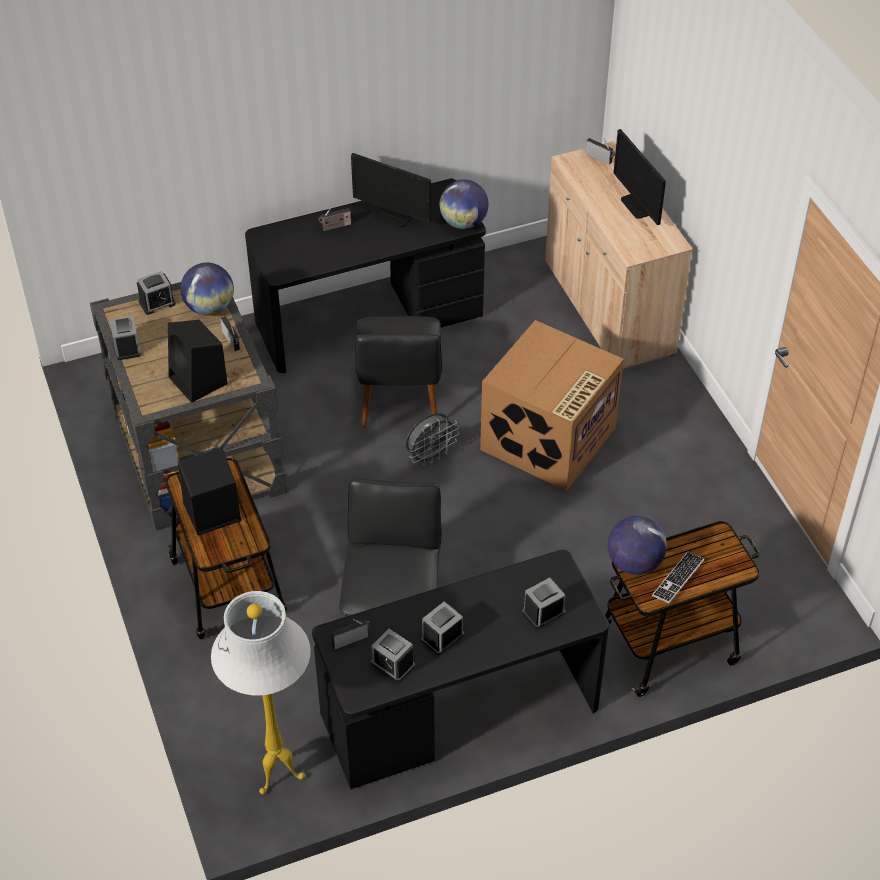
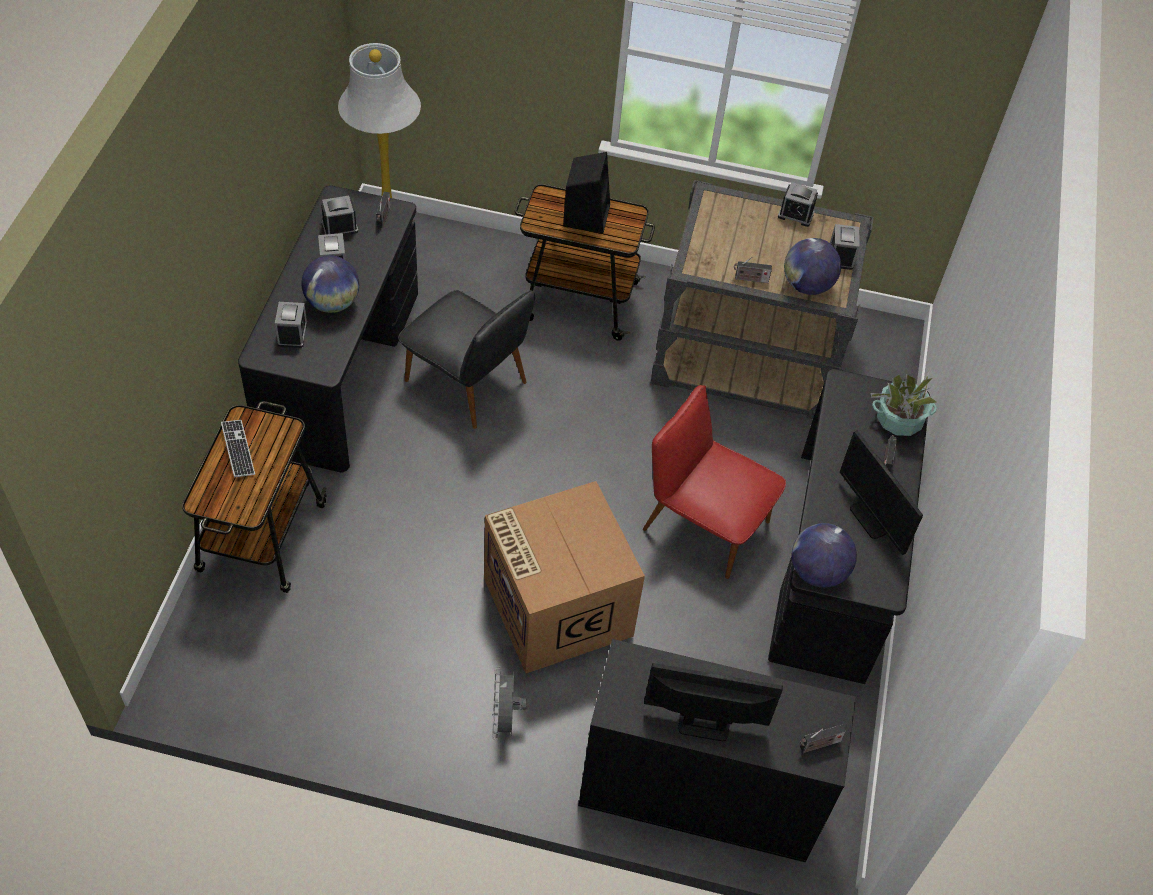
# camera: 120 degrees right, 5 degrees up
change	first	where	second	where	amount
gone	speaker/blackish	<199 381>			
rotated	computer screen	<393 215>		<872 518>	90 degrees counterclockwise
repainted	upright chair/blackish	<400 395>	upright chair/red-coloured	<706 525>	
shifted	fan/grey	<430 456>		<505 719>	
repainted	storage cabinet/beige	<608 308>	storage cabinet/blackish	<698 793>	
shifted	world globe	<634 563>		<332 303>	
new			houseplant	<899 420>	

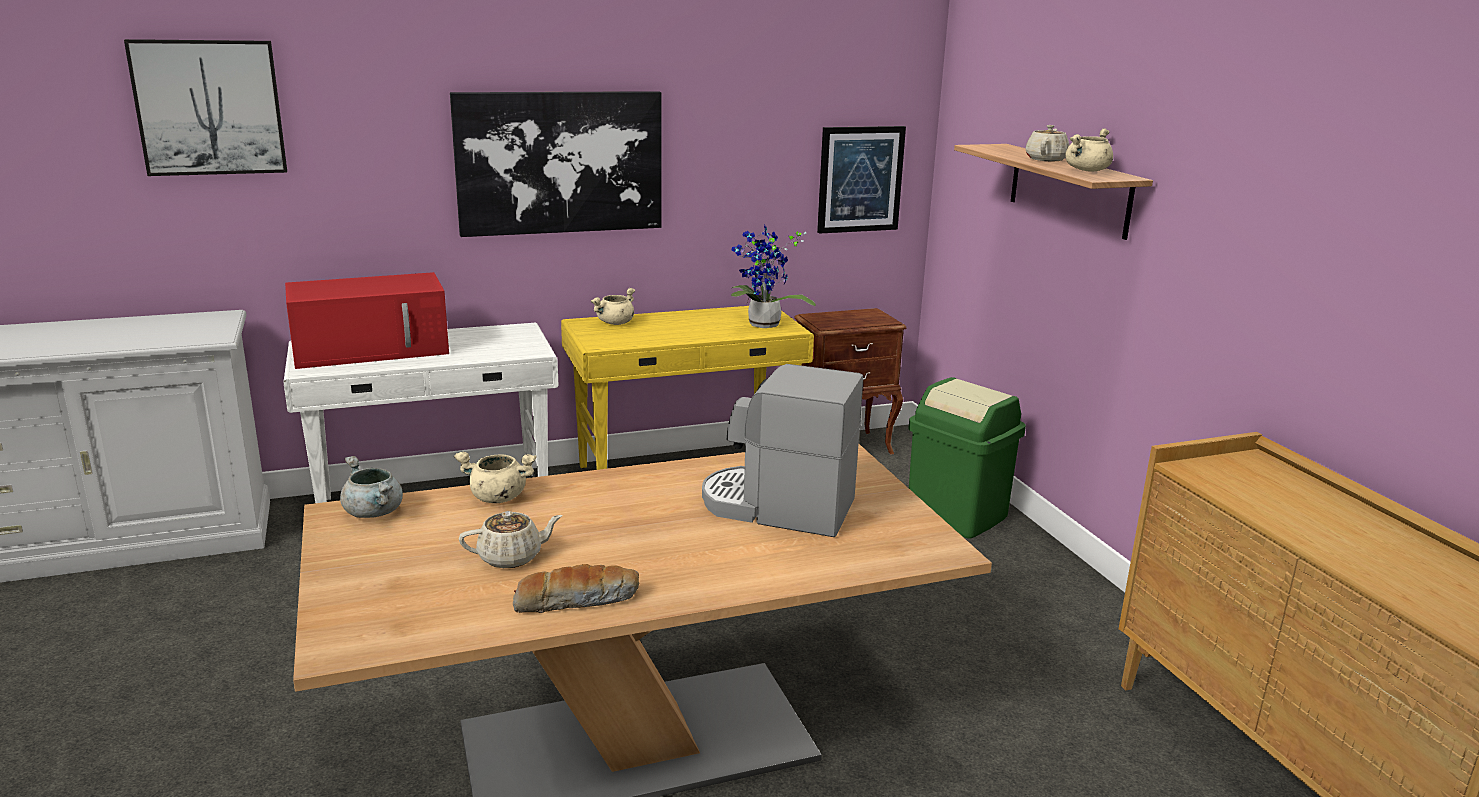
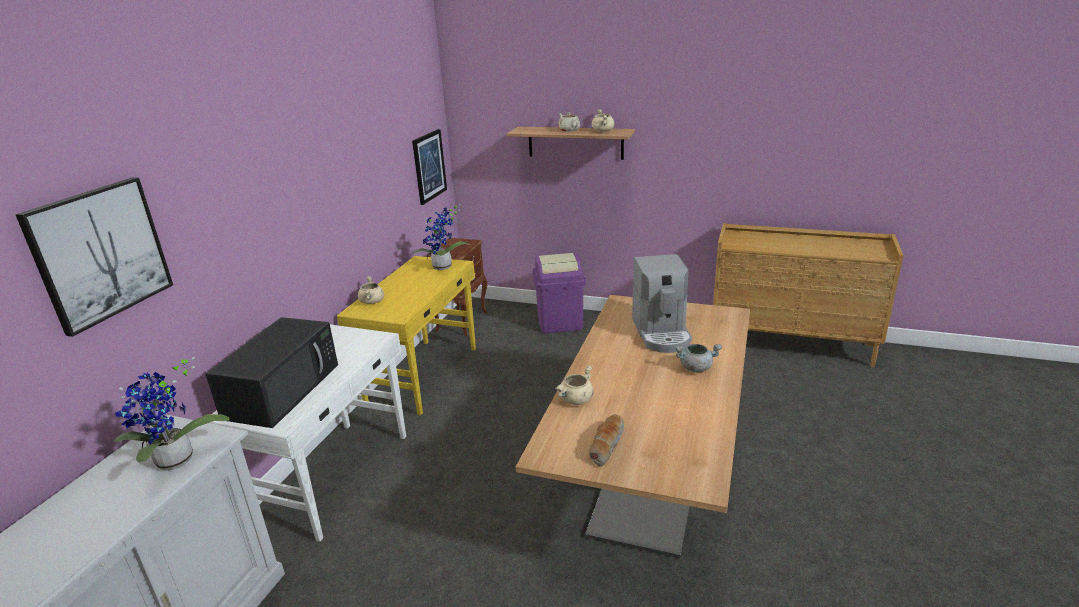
# camera: 50 degrees left, 5 degrees up
change	first	where	second	where	amount
repainted	microwave oven/red-coloured	<373 349>	microwave oven/blackish	<283 389>	
shifted	saucepot/grey	<375 513>		<696 368>	
gone	wall picture	<560 162>			
gone	pot for tea/beige	<511 557>			
shifted	bread	<577 600>		<606 444>	
rotated	coffee brewer	<777 507>		<661 333>	60 degrees counterclockwise
repainted	trash can/green-coloured	<957 515>	trash can/purplish	<560 323>	
new			houseplant	<176 463>	

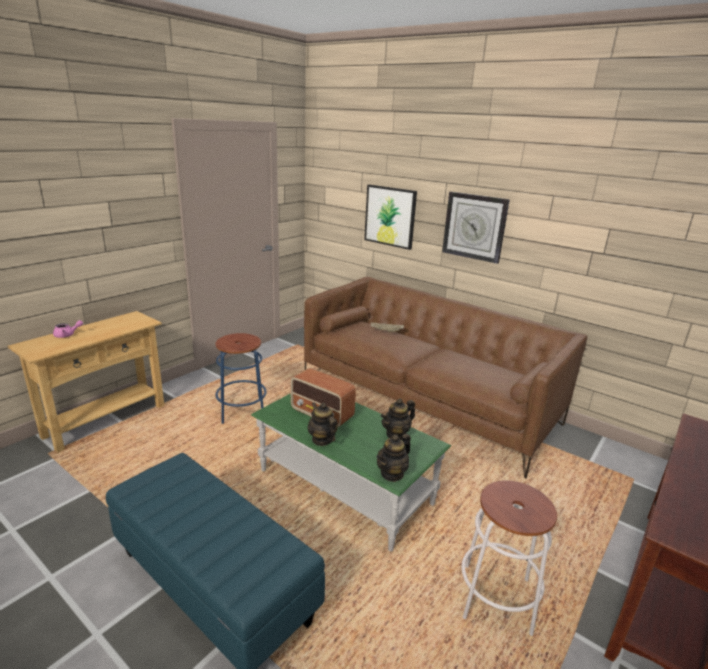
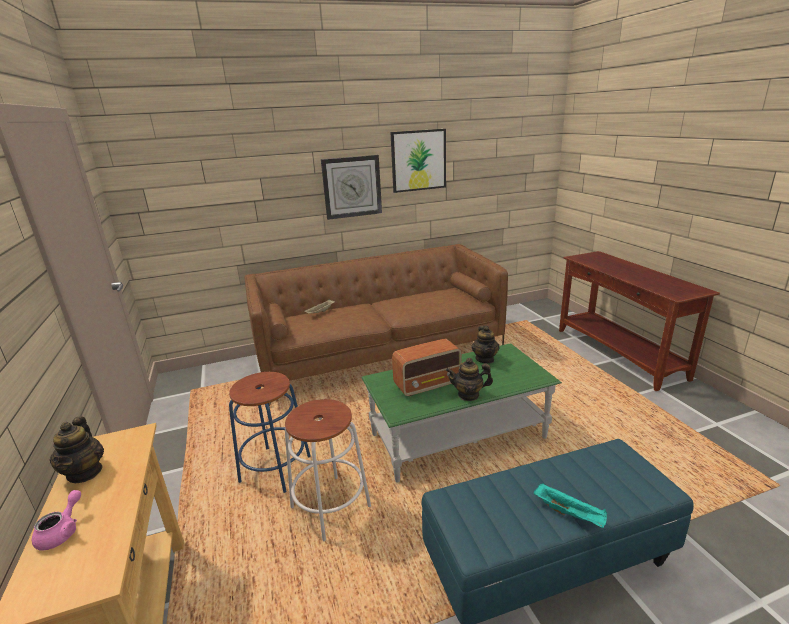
# camera: 55 degrees left, 0 degrees up
change	first	where	second	where	amount
shifted	wall picture	<390 216>		<418 160>	
shifted	pot for tea	<392 474>		<85 472>	
shifted	stool seat/white-coloured	<496 599>		<330 507>	
new			tray/blue-green	<569 513>	

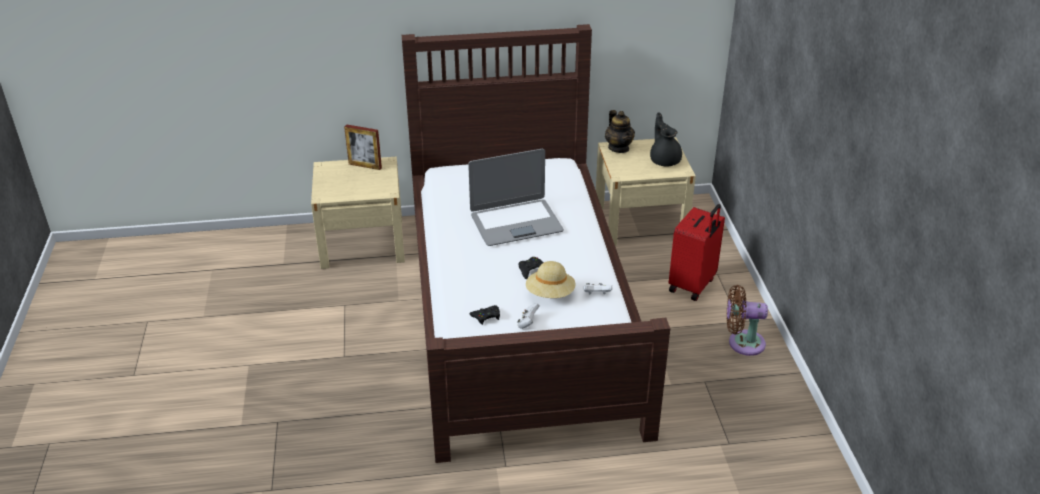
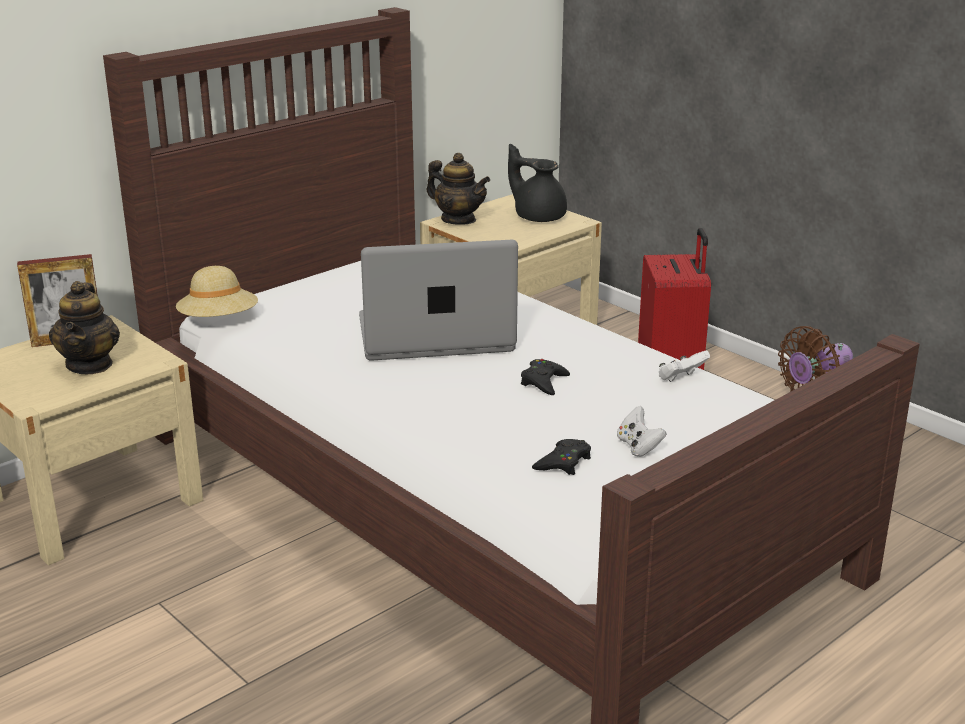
# camera: 35 degrees left, 10 degrees down
change	first	where	second	where	amount
rotated	portable computer	<516 223>		<435 336>	135 degrees counterclockwise
shifted	wearable hat/beige	<550 294>		<219 321>	
new			pot for tea	<90 365>	

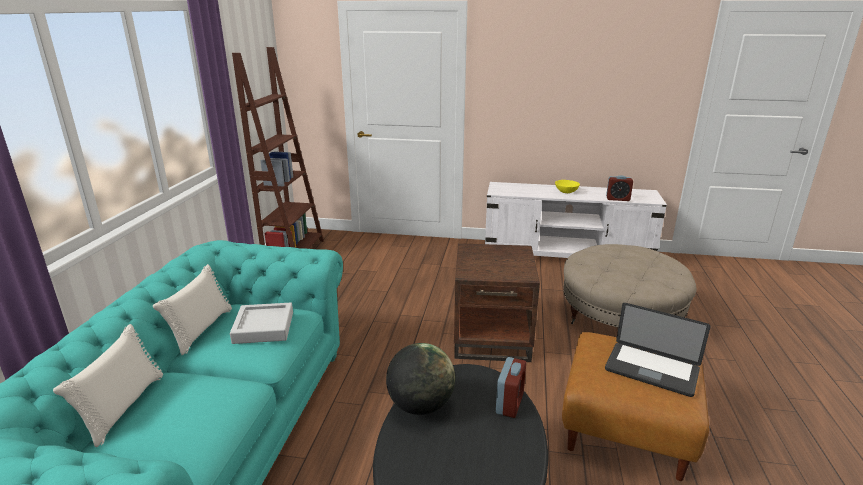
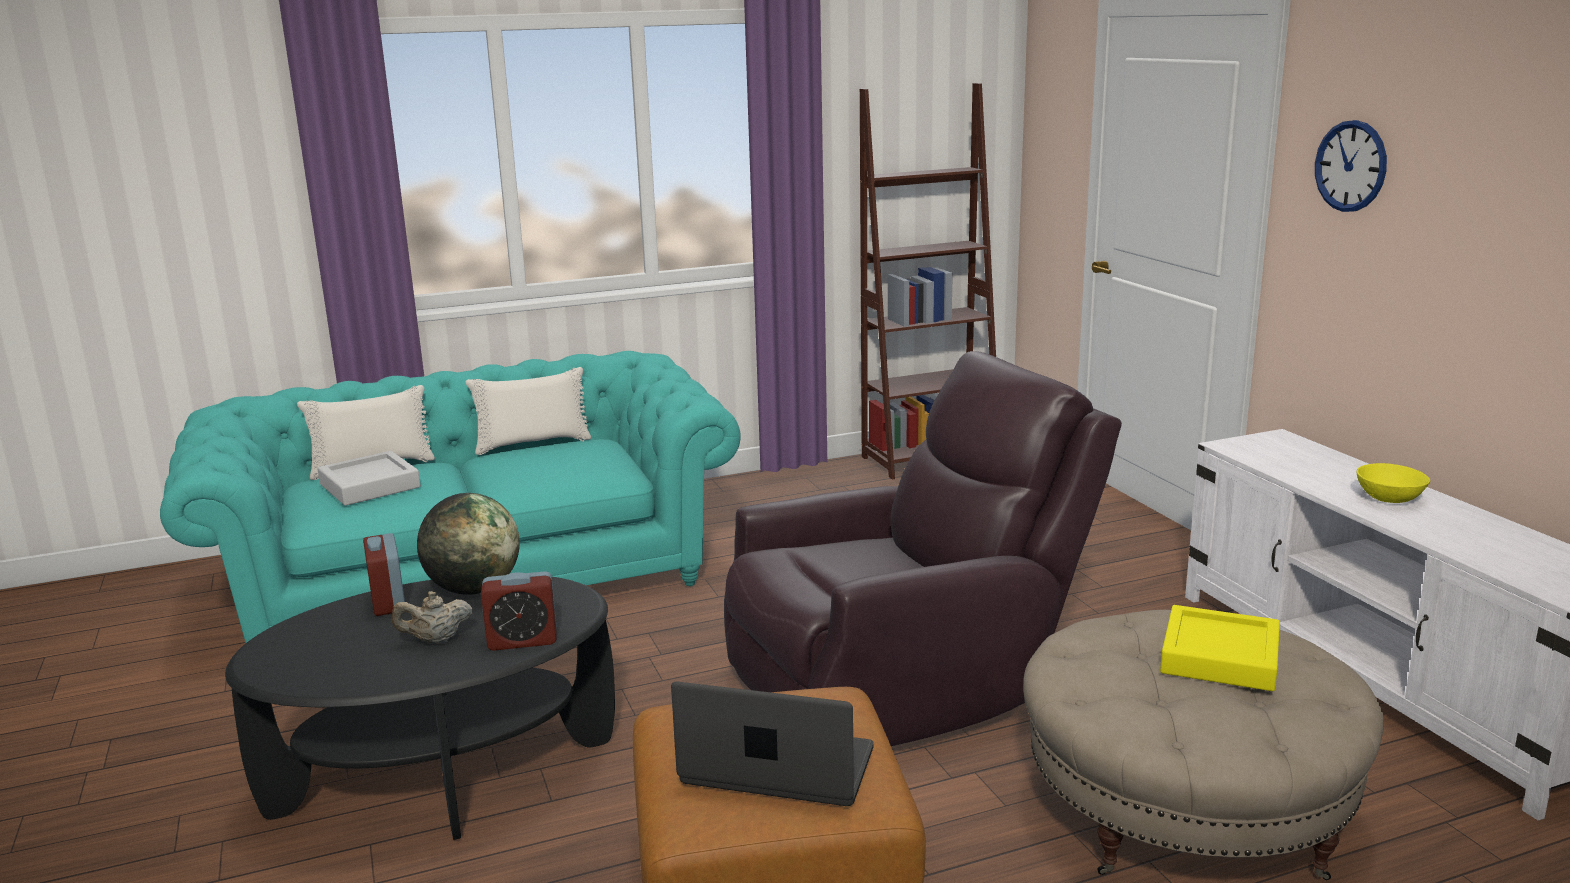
# camera: 60 degrees right, 5 degrees down
change	first	where	second	where	amount
shifted	tray/grey	<263 327>		<370 486>	
swapped	accent table/brownish	<492 337>	lounge chair/brownish	<906 684>	
rotated	portable computer	<651 370>		<777 767>	105 degrees clockwise
shifted	alarm clock	<617 199>		<388 602>	
new			pot for tea/beige	<436 640>	
new			tray/yellow-coloured	<1219 657>	
new			wall clock	<1350 166>	

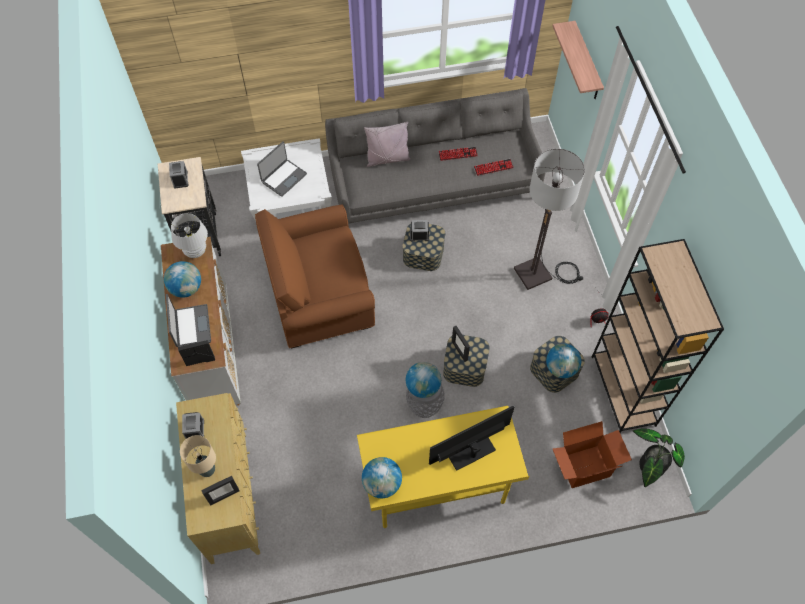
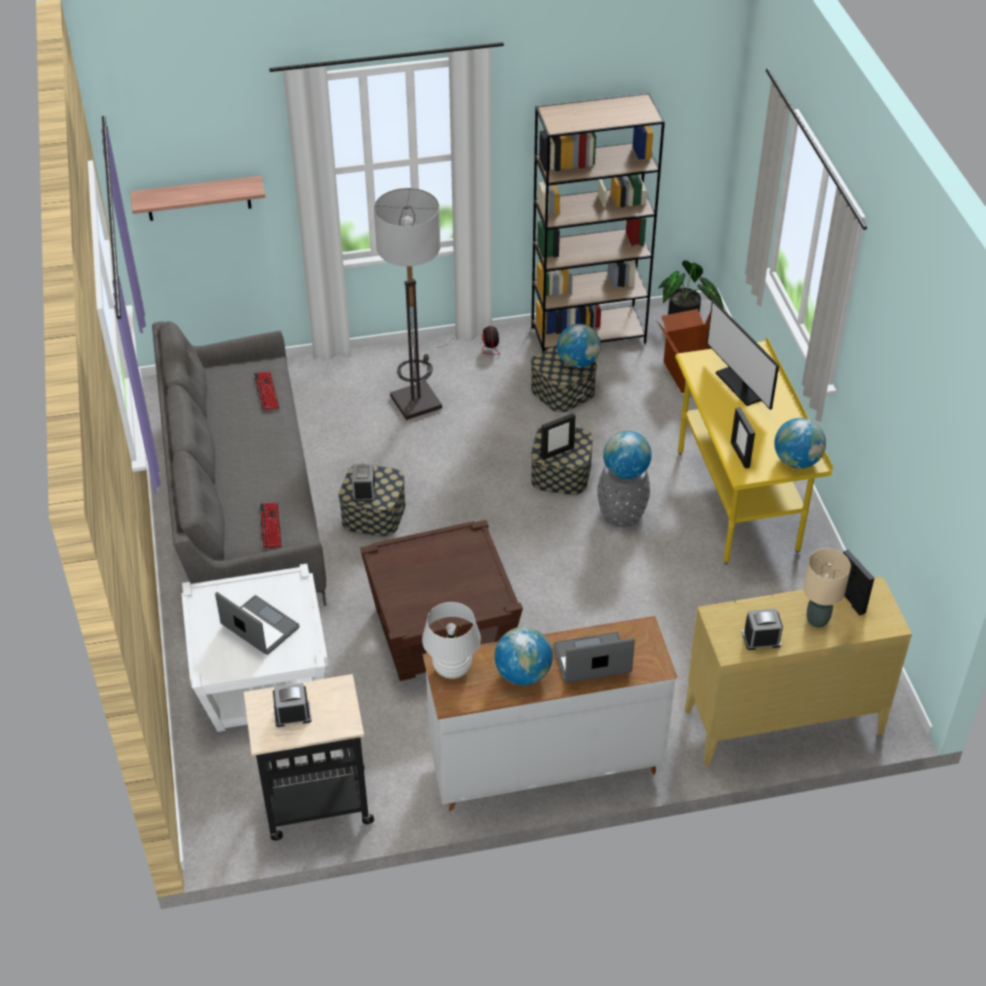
# camera: 90 degrees left, 15 degrees down
change	first	where	second	where	amount
shifted	standing frame	<200 361>		<741 454>	
swapped	lounge chair/brownish	<319 294>	accent table/brownish	<442 632>	
gone	throw pillow/purplish	<387 159>			
shifted	computer keyboard	<457 154>		<270 526>	

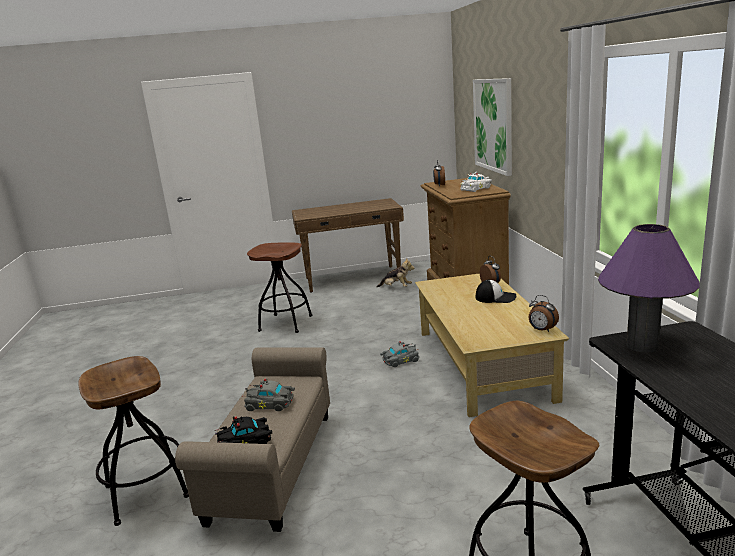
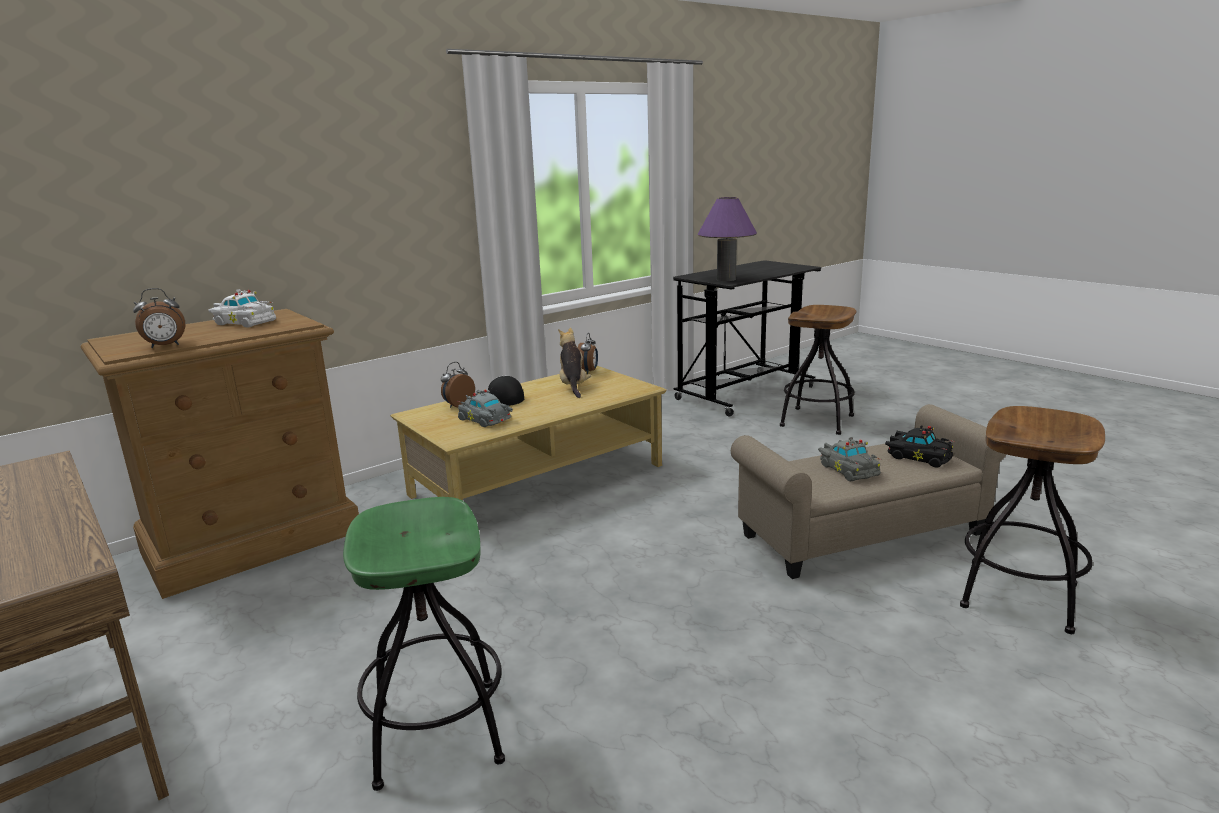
# camera: 120 degrees left, 0 degrees up
change	first	where	second	where	amount
repainted	stool seat/brownish	<286 323>	stool seat/green-coloured	<437 730>	
shifted	soft toy	<396 287>		<573 386>	
shifted	miniature car/grey	<399 360>		<485 420>	
gone	wall picture	<493 125>			

